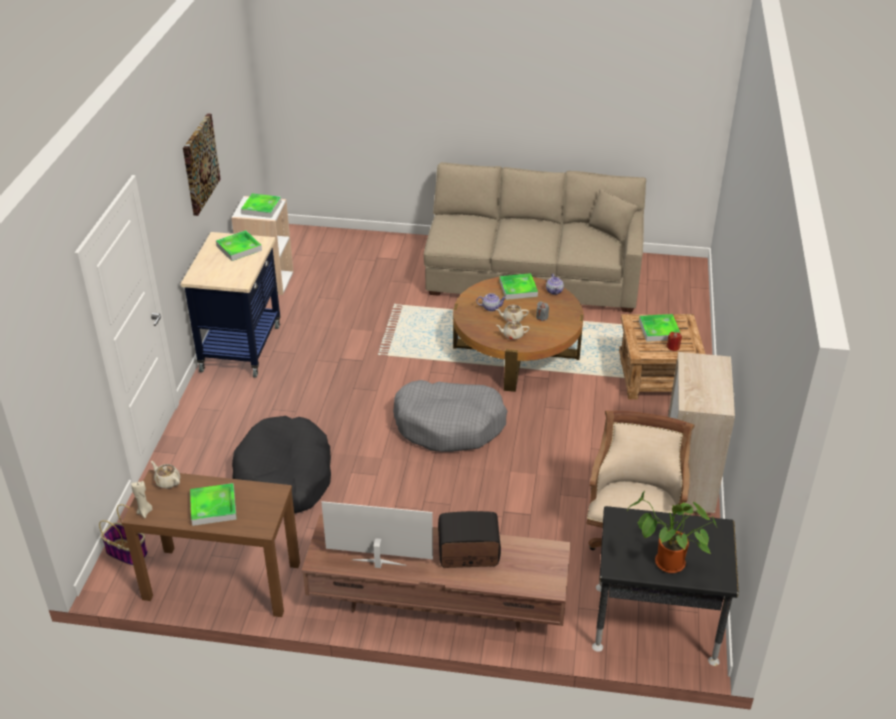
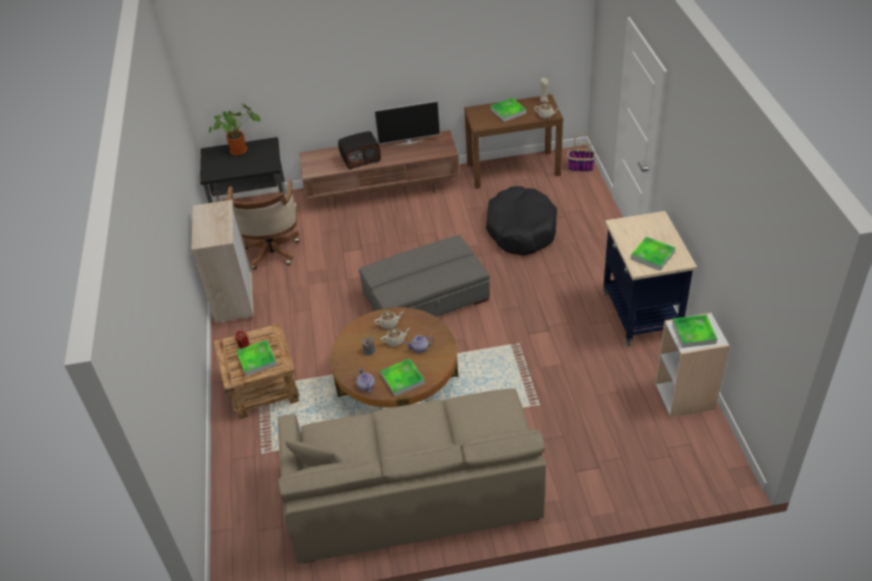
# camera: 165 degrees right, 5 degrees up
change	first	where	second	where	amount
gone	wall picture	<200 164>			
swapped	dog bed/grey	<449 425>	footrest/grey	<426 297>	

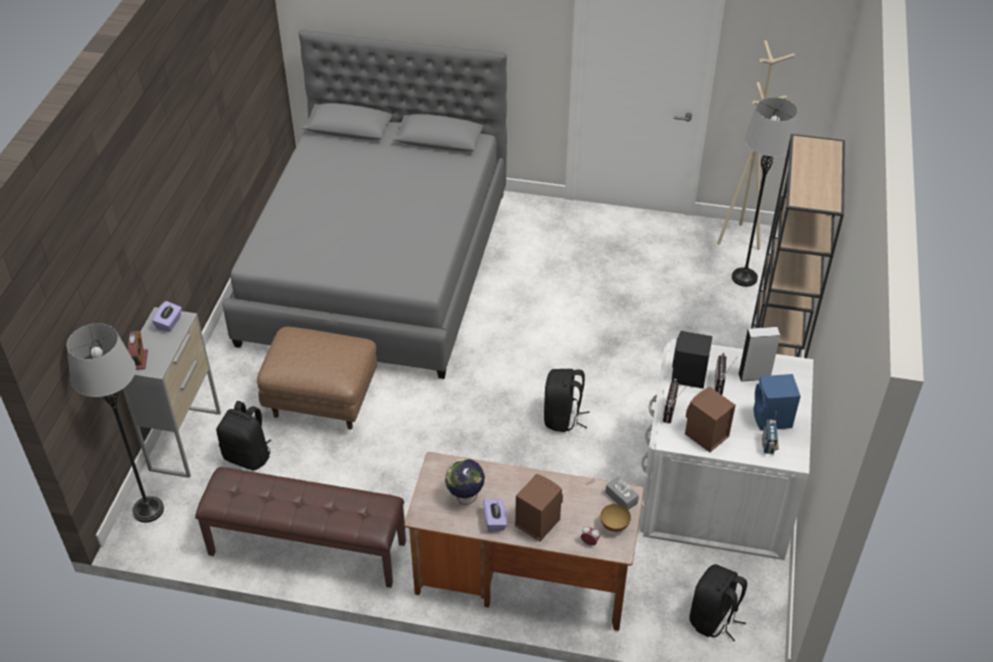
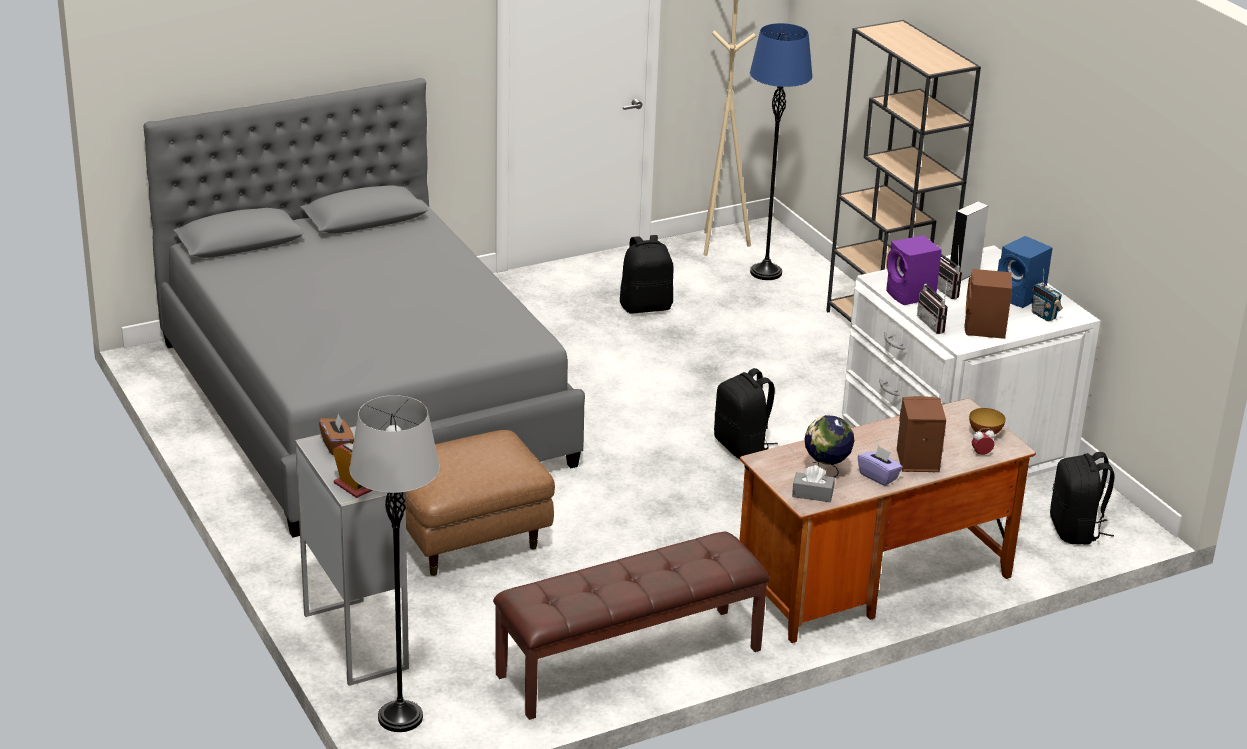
# camera: 40 degrees left, 15 degrees down
change	first	where	second	where	amount
repainted	tissue box/purplish	<169 323>	tissue box/brownish	<337 445>	
shifted	backpack/blackish	<248 456>		<646 306>	
shifted	tissue box/grey	<621 498>		<812 494>	
repainted	speaker/blackish	<688 377>	speaker/purplish	<911 296>	
repainted	standing lamp/grey	<744 278>	standing lamp/blue-coloured	<766 272>	

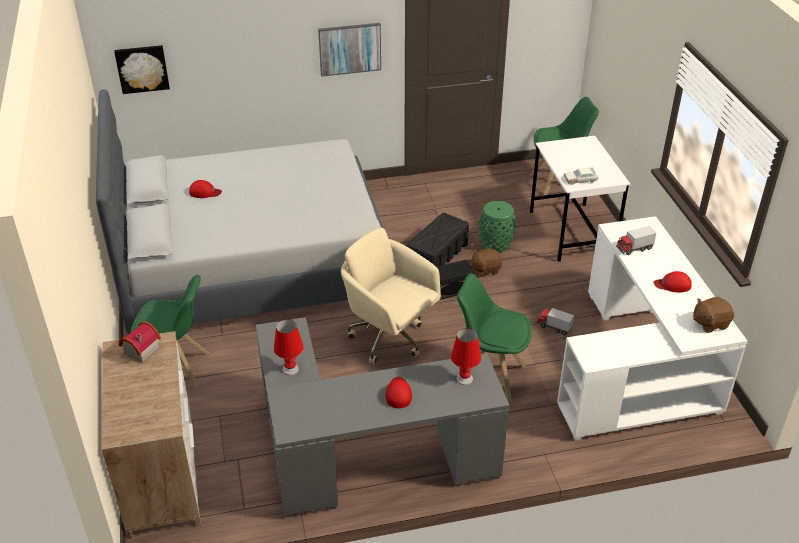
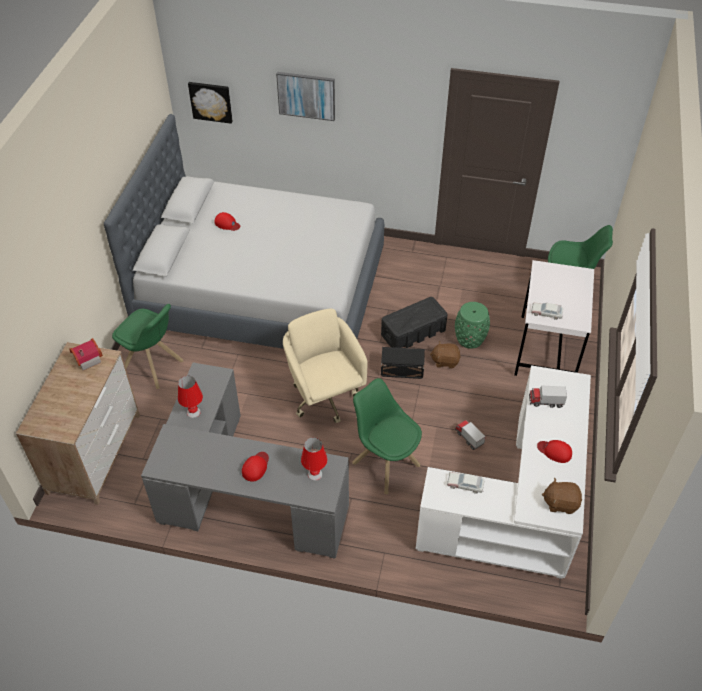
# camera: 25 degrees right, 10 degrees up
change	first	where	second	where	amount
shifted	wall picture	<350 49>		<306 95>	
new			miniature car	<465 484>	

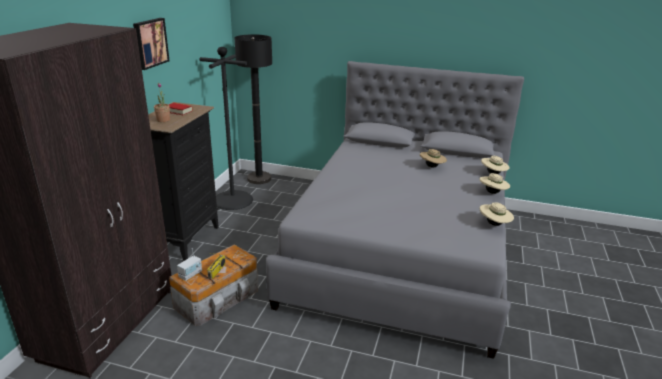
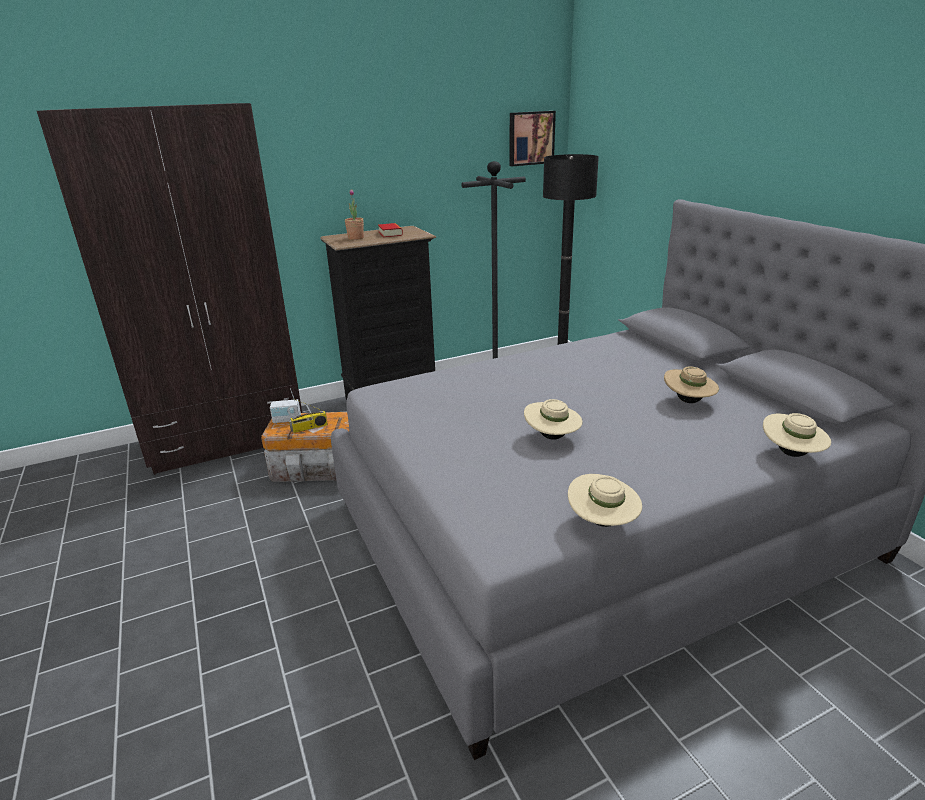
# camera: 50 degrees right, 0 degrees up
change	first	where	second	where	amount
shifted	wall picture	<150 43>		<530 138>	
shifted	wearable hat/beige	<492 193>		<552 437>	

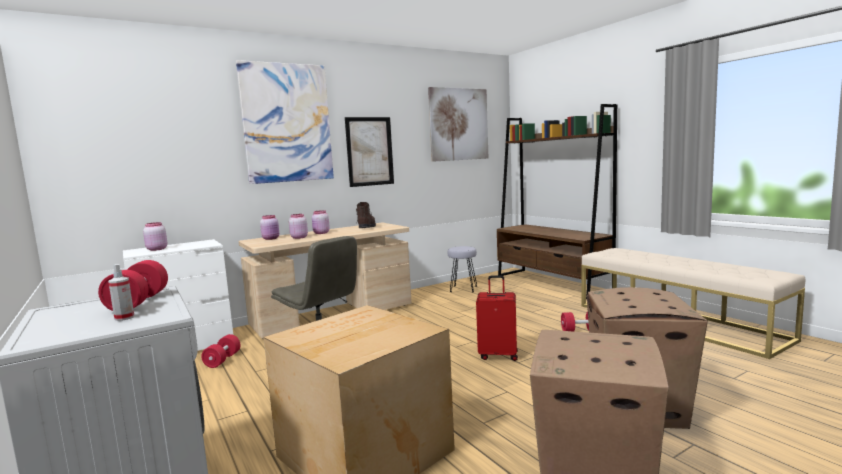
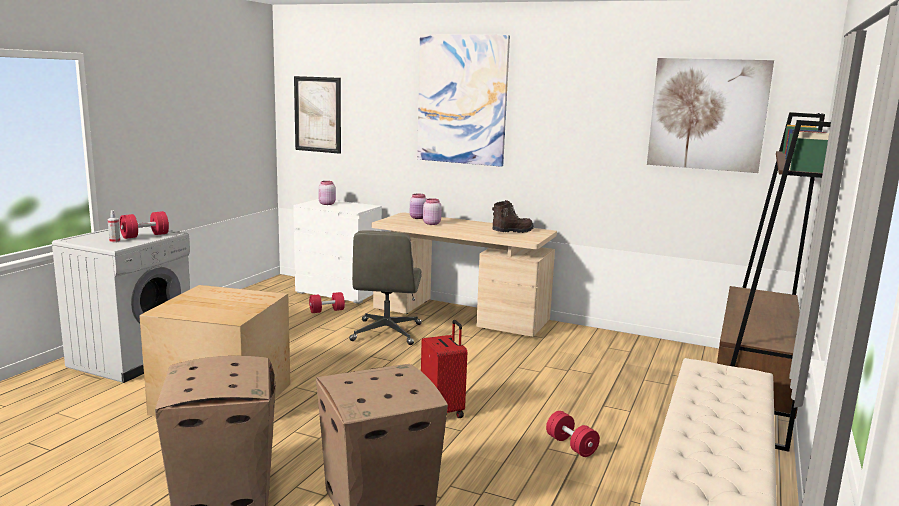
# camera: 55 degrees right, 5 degrees up
change	first	where	second	where	amount
gone	storage jar/pink	<321 233>			
shifted	wall picture	<369 151>		<317 114>	
gone	stool seat/grey	<463 289>			

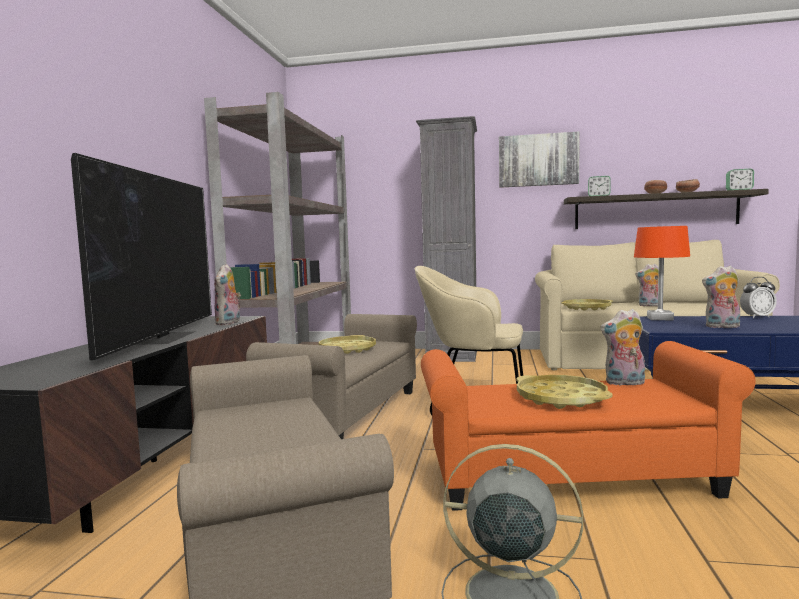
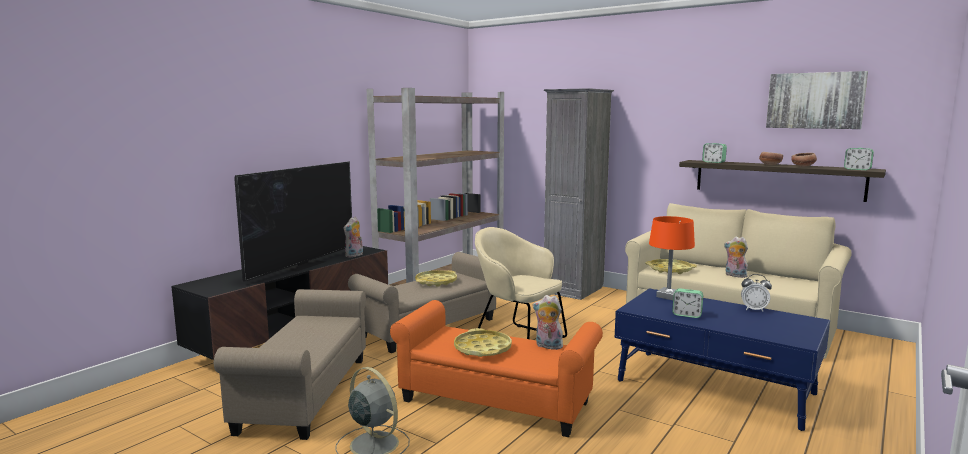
# camera: 25 degrees right, 5 degrees up
change	first	where	second	where	amount
shifted	wall picture	<538 160>		<815 100>	
swapped	soft toy	<722 327>	alarm clock	<687 315>	

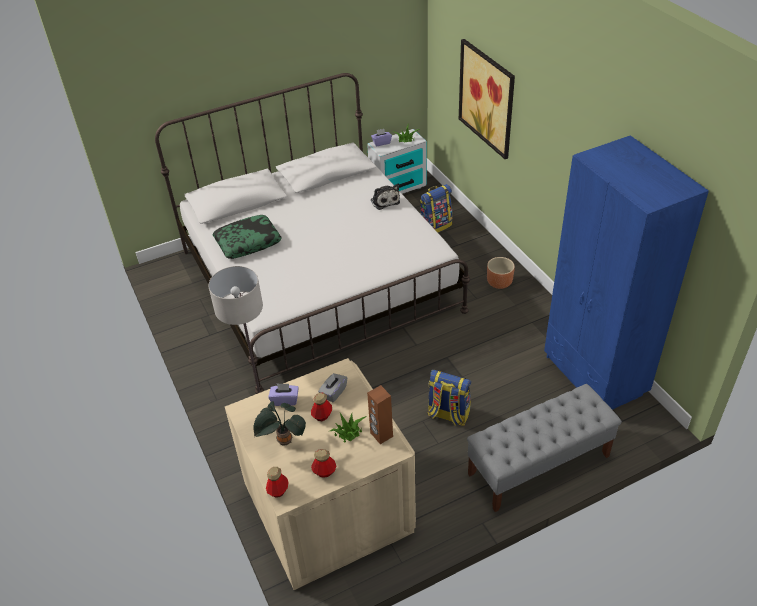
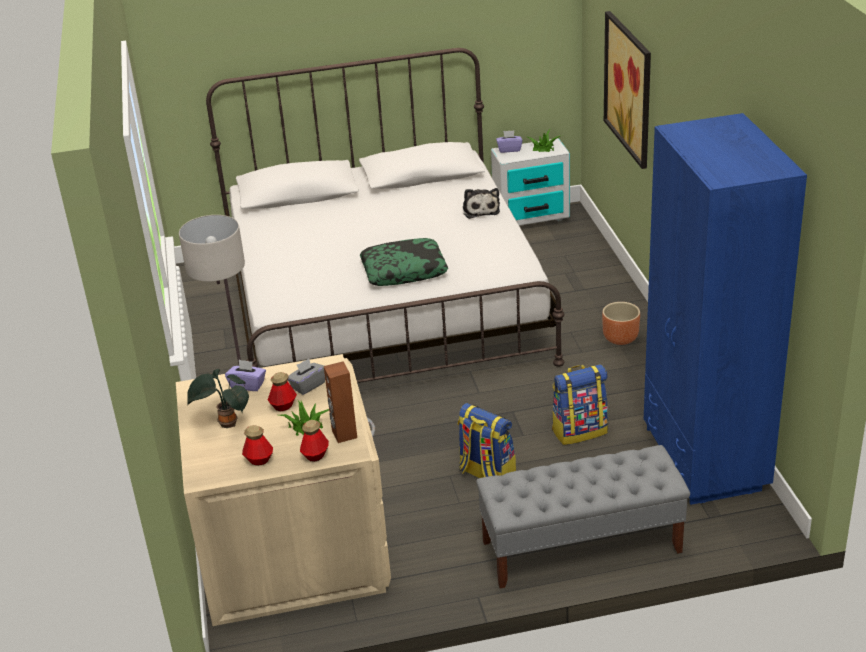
# camera: 15 degrees right, 10 degrees down
change	first	where	second	where	amount
shifted	throw pillow	<248 242>		<404 270>	
shifted	beverage bottle	<278 491>		<315 455>	
shifted	backpack	<435 226>		<579 431>	

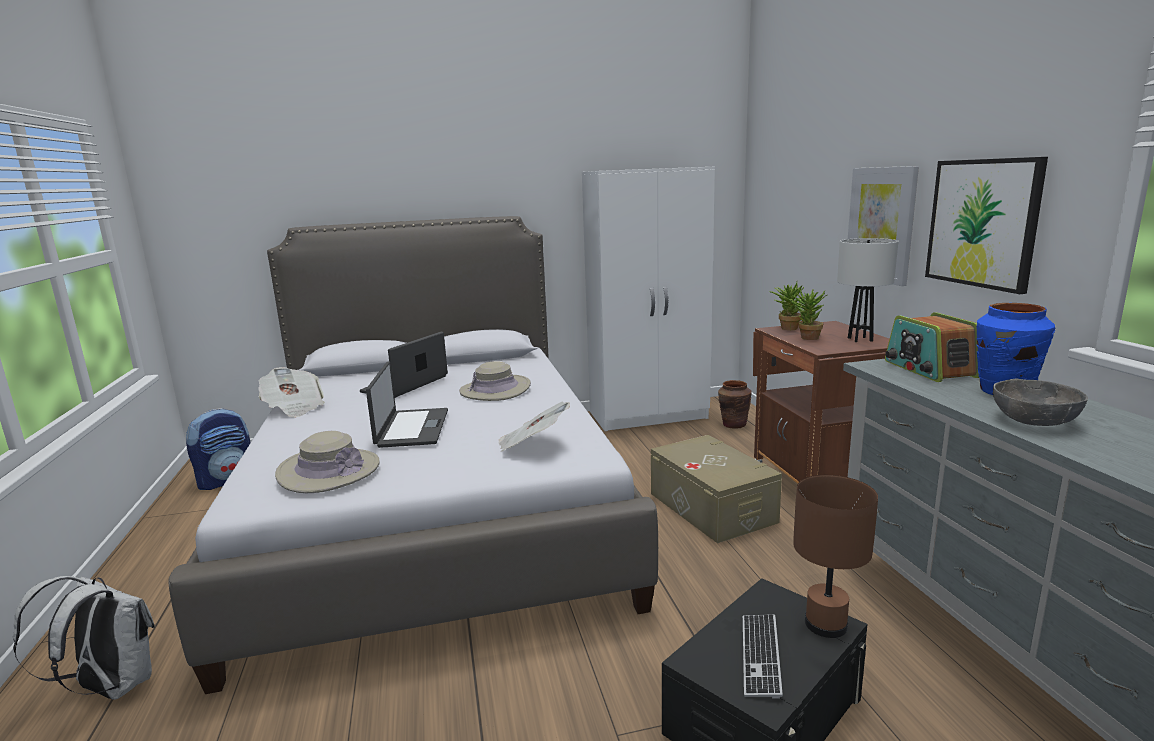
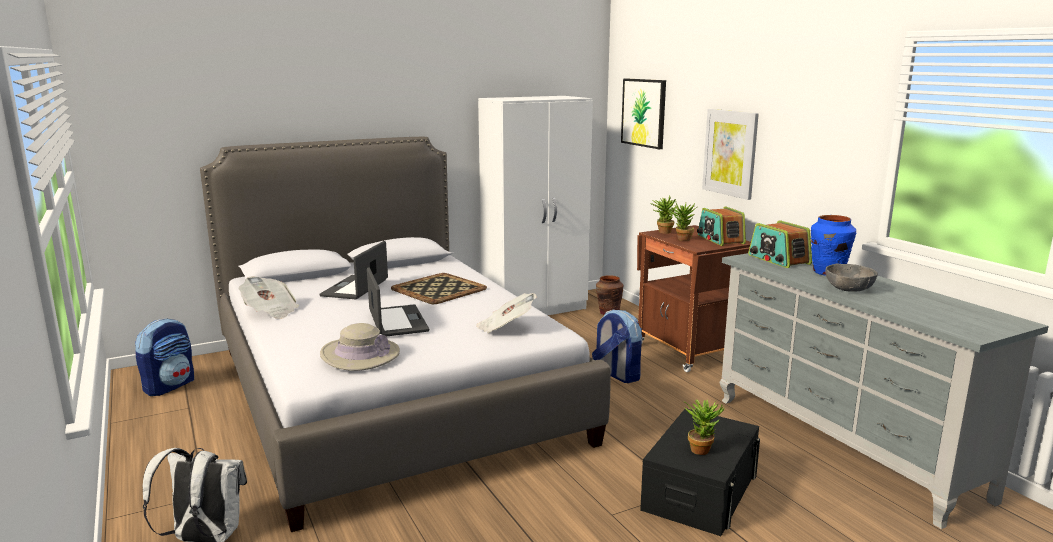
# camera: 15 degrees left, 0 degrees up
change	first	where	second	where	amount
swapped	wearable hat/beige	<495 390>	tray	<440 289>	
swapped	storage container/beige	<711 507>	backpack	<616 375>	
swapped	computer keyboard	<760 656>	houseplant	<702 449>	
gone	tabletop lamp/brownish	<826 624>			
swapped	tabletop lamp/white-coloured	<860 339>	radio receiver	<720 239>	
shifted	wall picture	<983 223>		<644 112>	

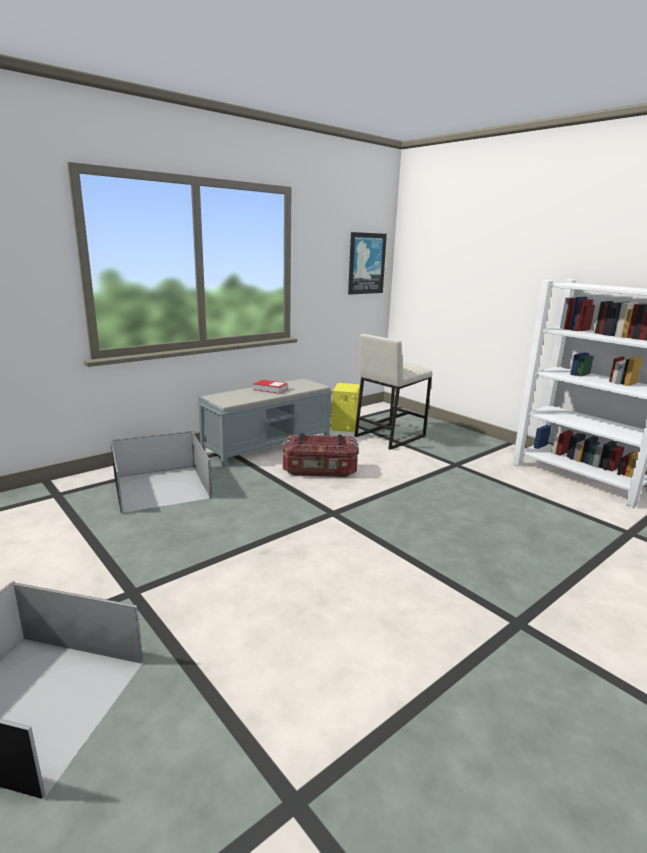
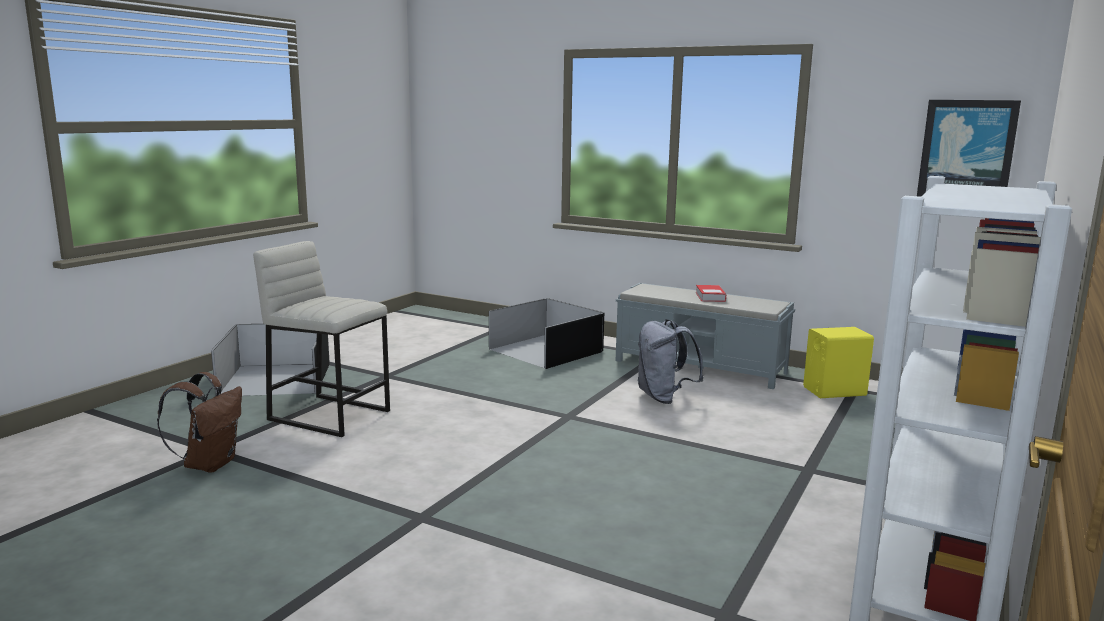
# camera: 70 degrees right, 5 degrees down
change	first	where	second	where	amount
swapped	storage container	<320 471>	backpack/grey	<664 398>	
shifted	stool seat/beige	<390 436>		<329 415>	
new			backpack/brownish	<210 464>	

